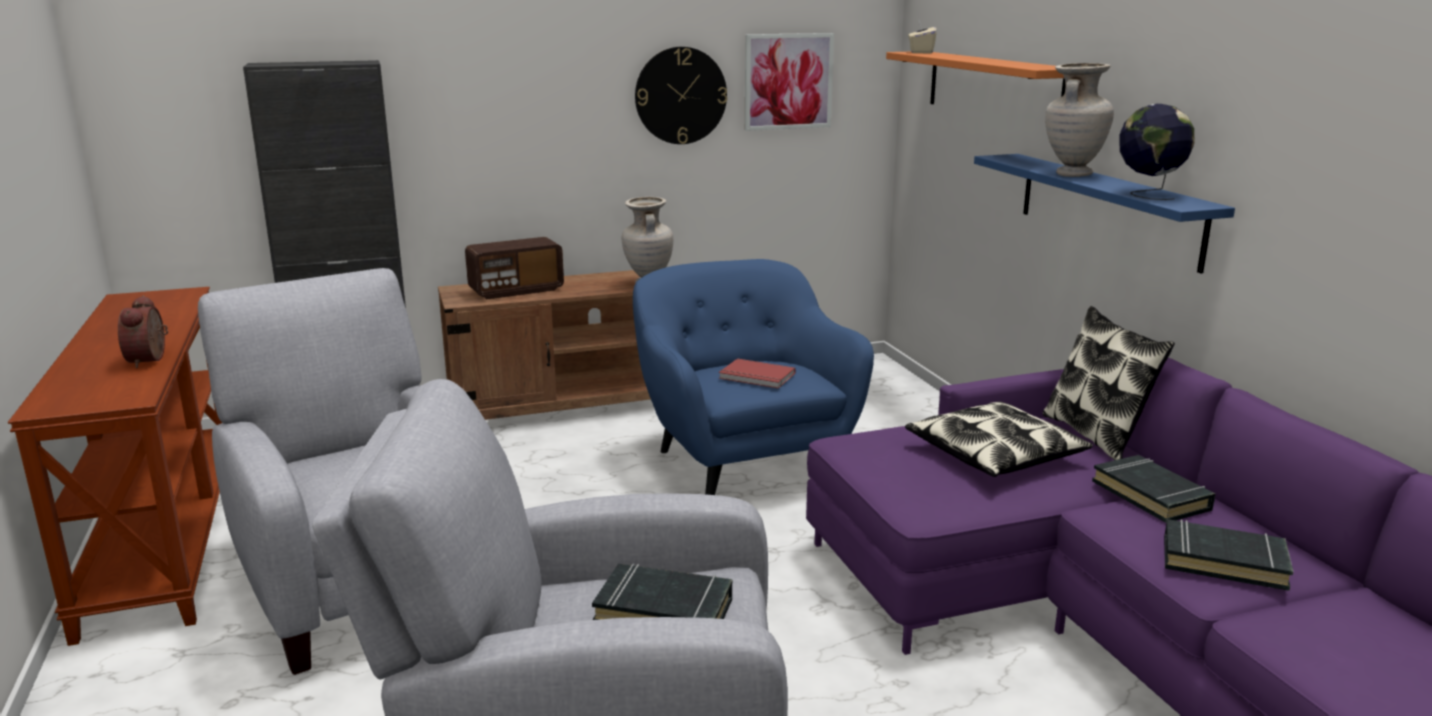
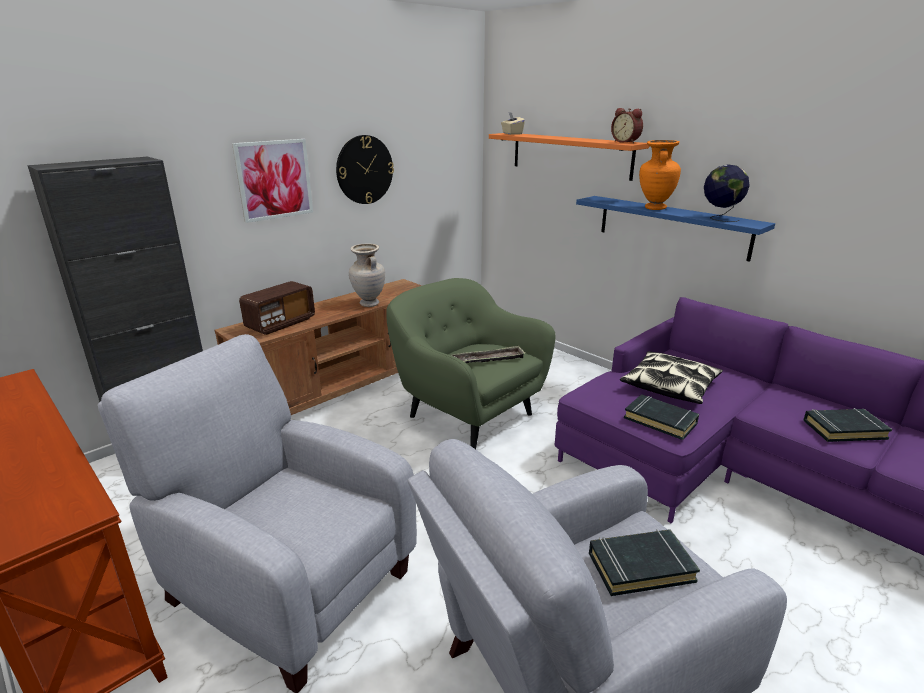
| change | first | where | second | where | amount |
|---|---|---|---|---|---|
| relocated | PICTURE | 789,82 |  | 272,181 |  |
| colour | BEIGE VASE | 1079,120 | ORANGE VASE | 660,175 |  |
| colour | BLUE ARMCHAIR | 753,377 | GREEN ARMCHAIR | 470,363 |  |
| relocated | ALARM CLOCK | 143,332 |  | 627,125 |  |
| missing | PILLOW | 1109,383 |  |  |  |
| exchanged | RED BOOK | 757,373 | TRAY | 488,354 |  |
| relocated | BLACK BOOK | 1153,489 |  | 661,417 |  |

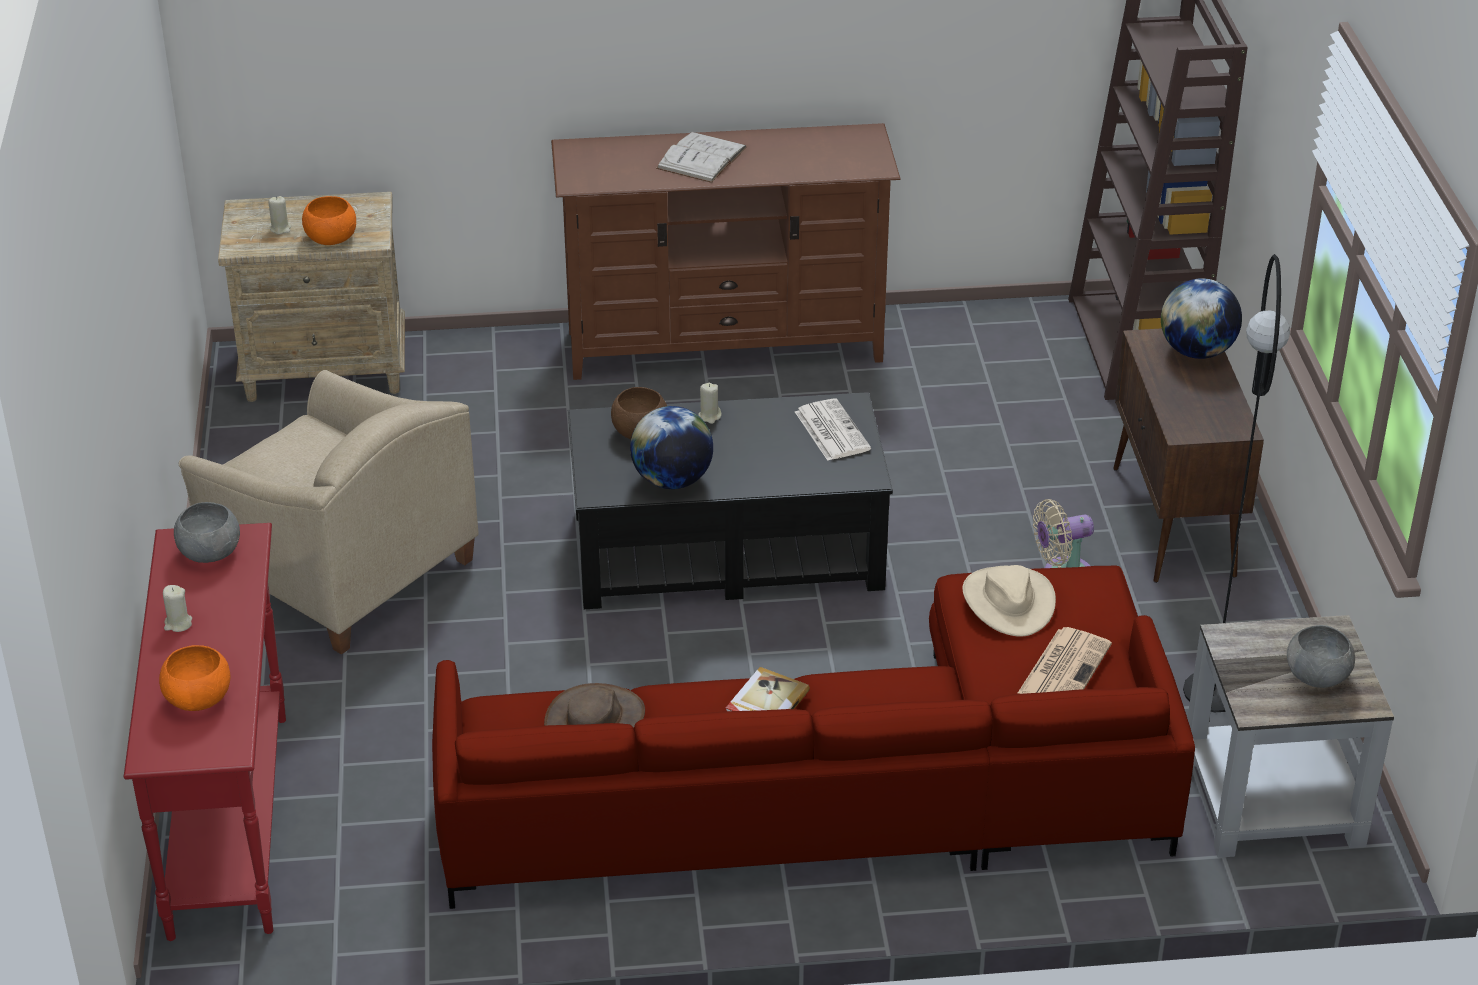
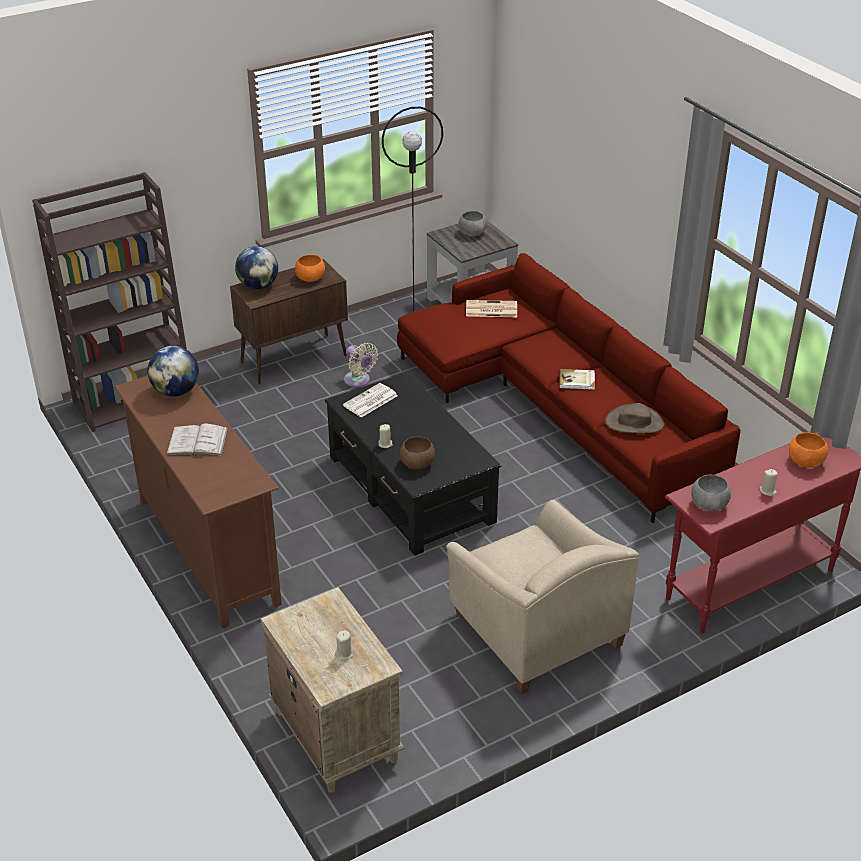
| change | first | where | second | where | amount |
|---|---|---|---|---|---|
| relocated | ORANGE BOWL | 329,220 |  | 310,268 |  |
| spun | BEIGE ARMCHAIR | 329,512 |  | 542,597 | 135 degrees clockwise |
| relocated | GLOBE | 671,447 |  | 173,371 |  |
| missing | BEIGE HAT | 1009,601 |  |  |  |

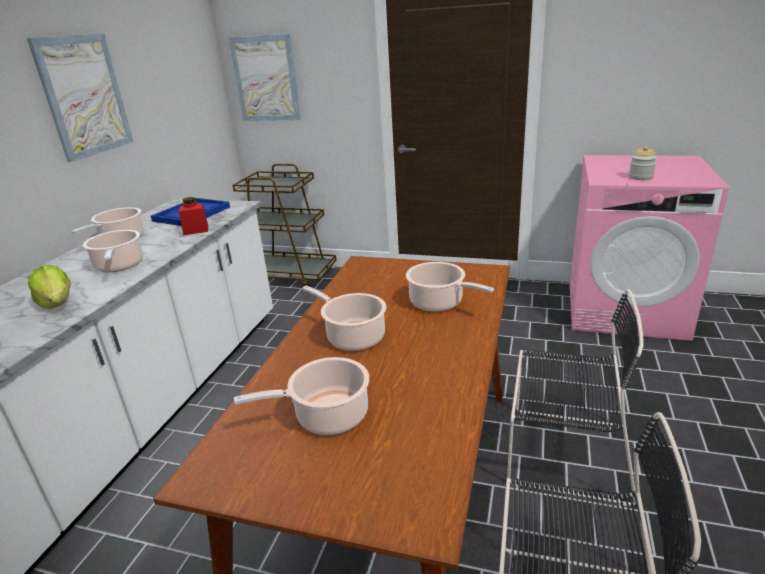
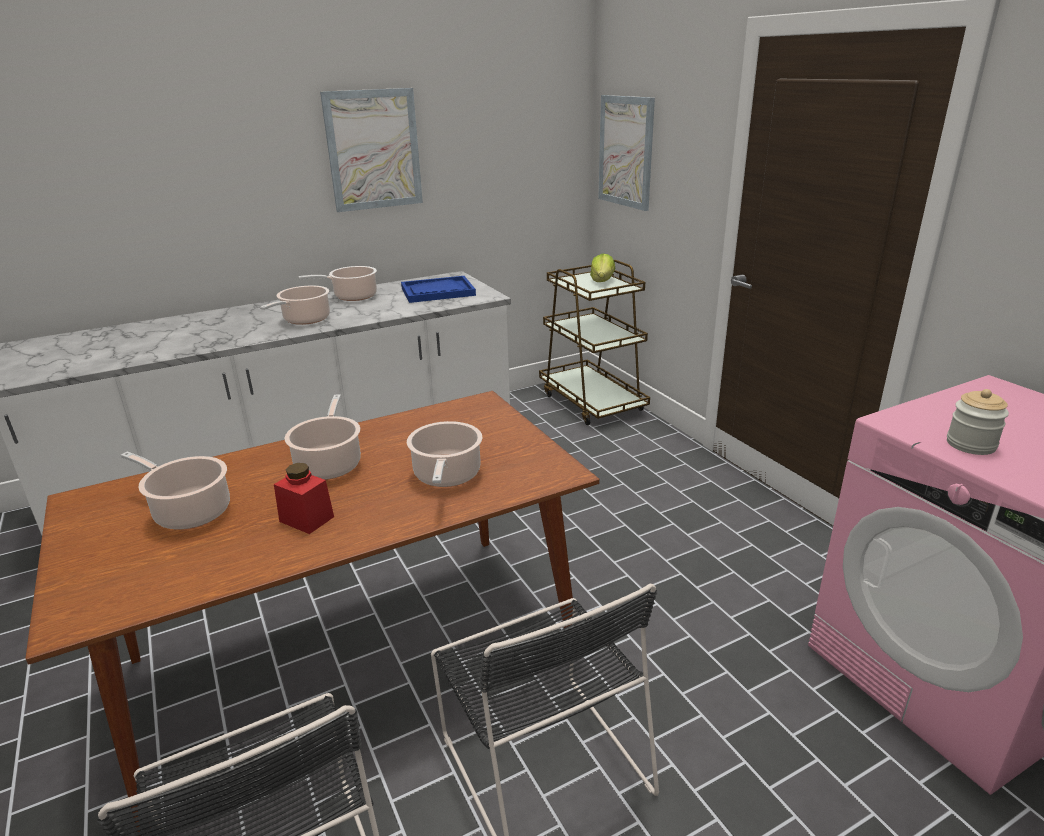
| change | first | where | second | where | amount |
|---|---|---|---|---|---|
| relocated | RED JAR | 193,216 |  | 304,498 |  |
| relocated | LETTUCE | 49,287 |  | 602,268 |  |

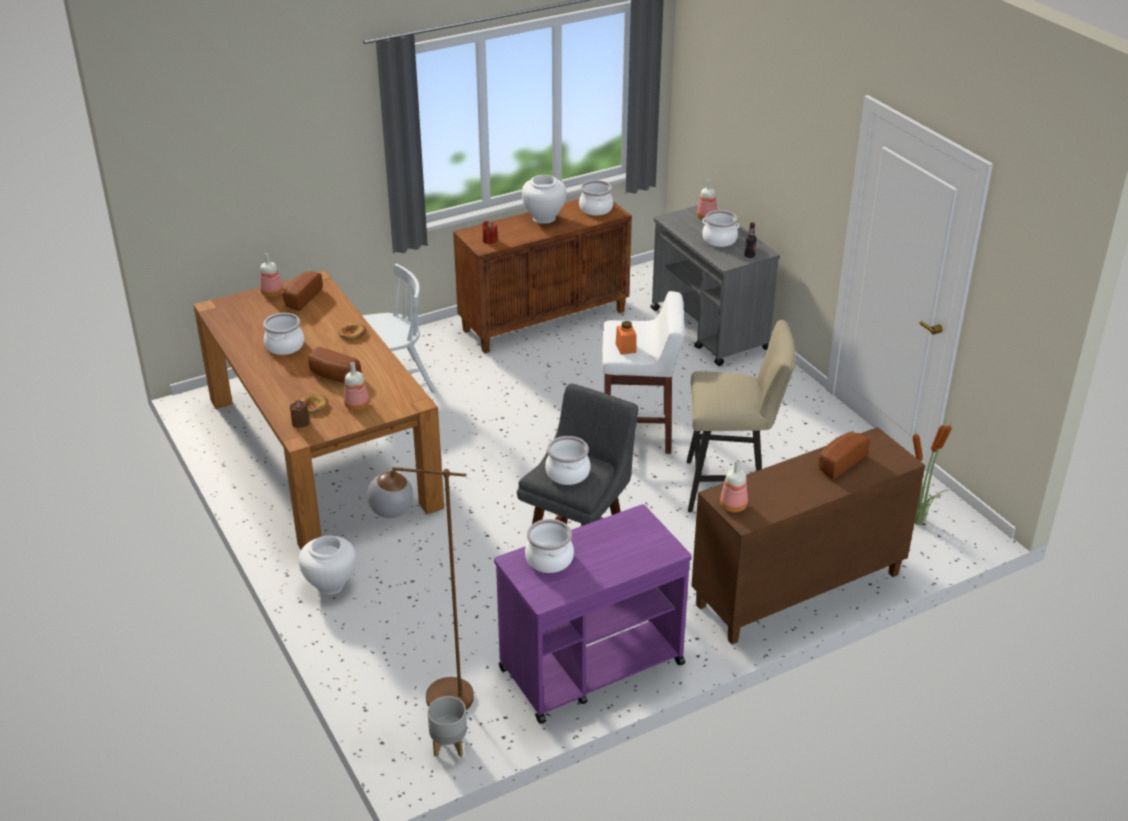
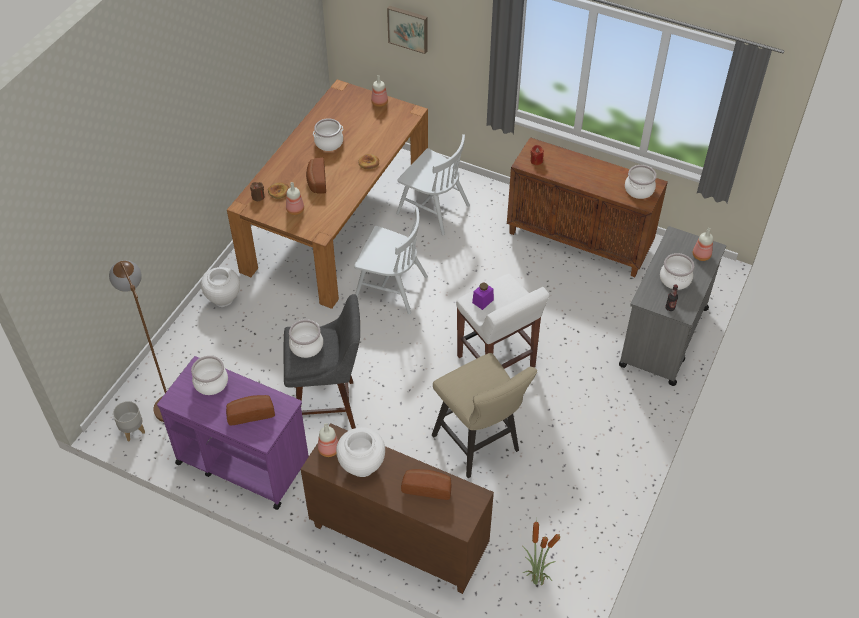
| change | first | where | second | where | amount |
|---|---|---|---|---|---|
| relocated | WHITE VASE | 544,199 |  | 360,452 |  |
| relocated | BREAD | 303,291 |  | 250,410 |  |
| colour | ORANGE JAR | 626,338 | PURPLE JAR | 483,296 |  |
| appeared |  |  | PICTURE | 407,29 |  |
| appeared |  |  | WHITE CHAIR | 391,260 |  |

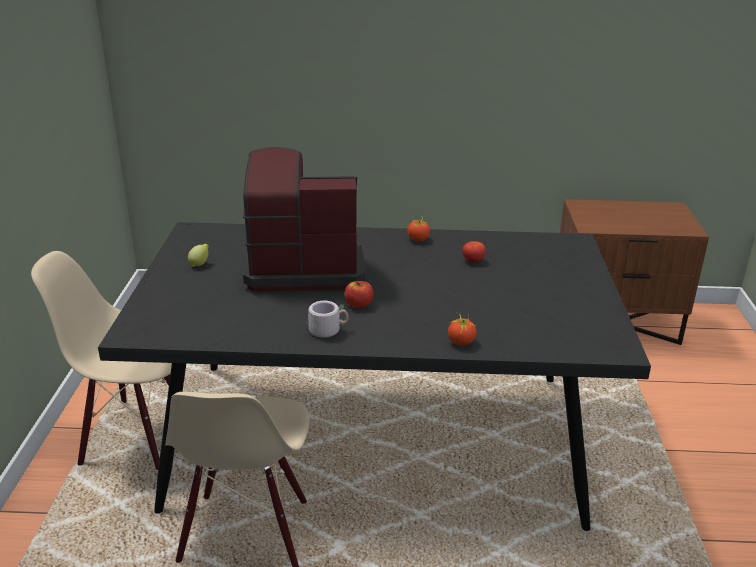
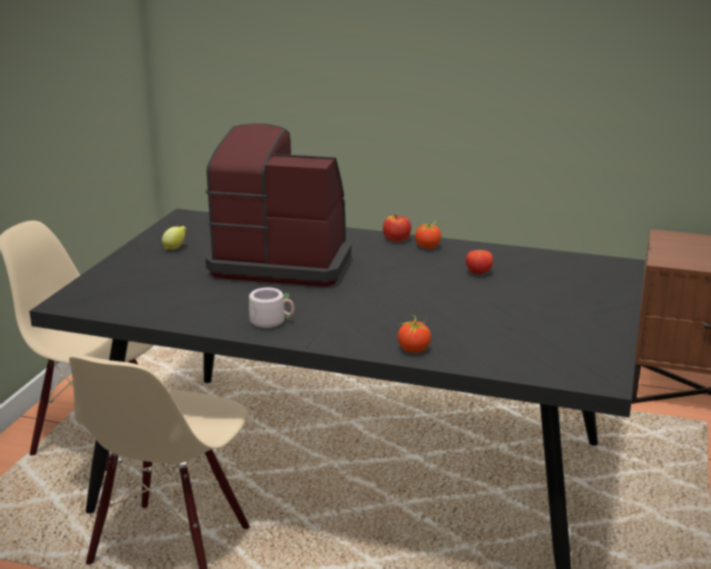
| change | first | where | second | where | amount |
|---|---|---|---|---|---|
| relocated | APPLE | 359,294 |  | 397,228 |  |

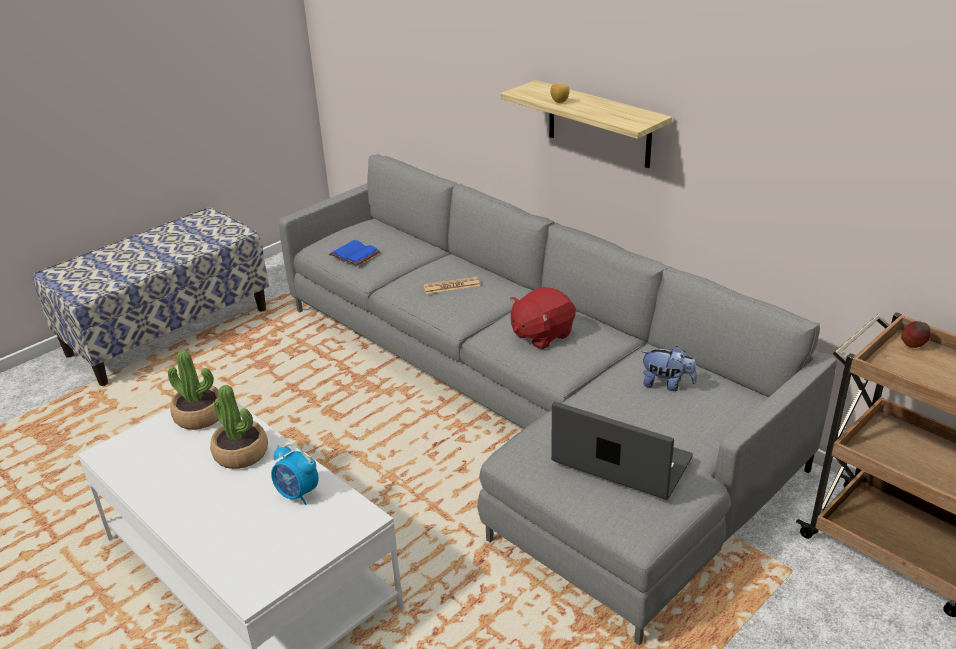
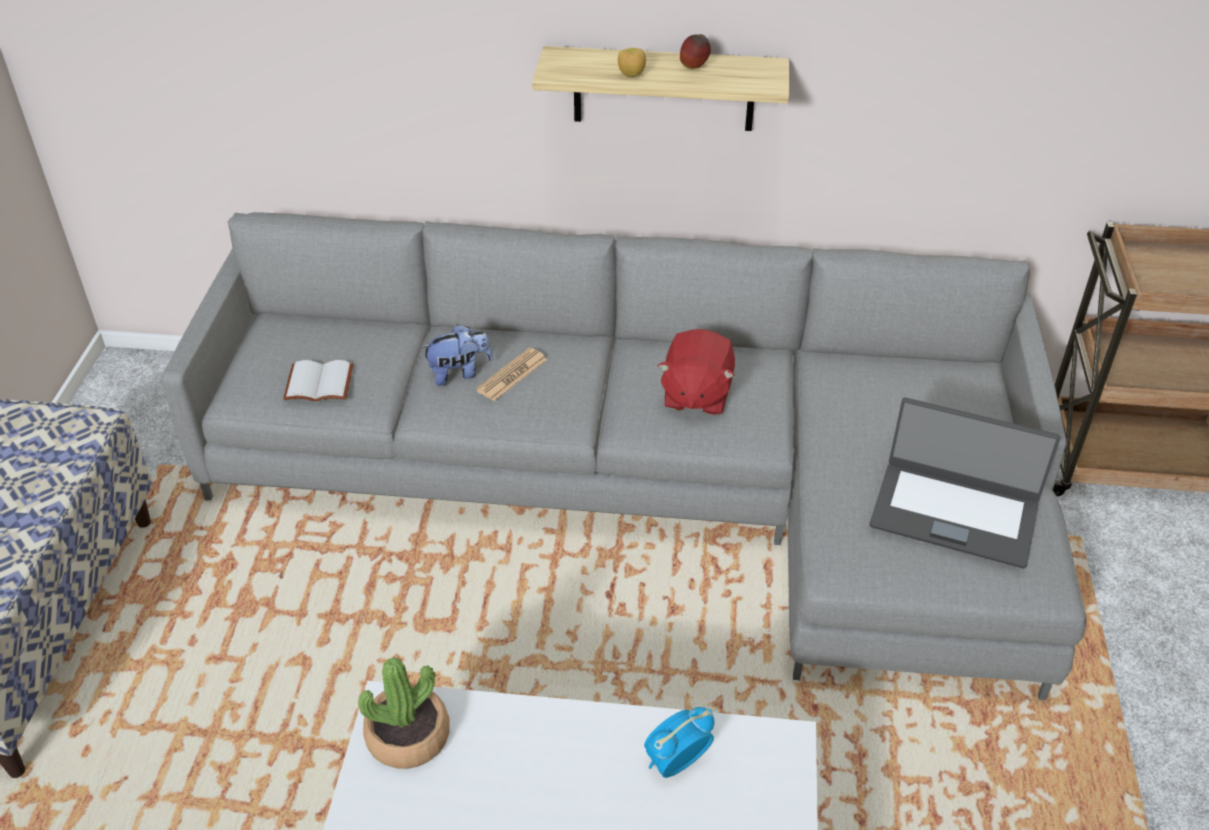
| change | first | where | second | where | amount |
|---|---|---|---|---|---|
| colour | BLUE BOOK | 354,253 | WHITE BOOK | 318,380 |  |
| relocated | APPLE | 916,334 |  | 695,51 |  |
| relocated | PLUSH TOY | 669,368 |  | 457,355 |  |
| missing | POTTED PLANT | 239,427 |  |  |  |
| spun | LAPTOP | 622,451 |  | 964,483 | 150 degrees counterclockwise |
| spun | ALARM CLOCK | 295,474 |  | 679,742 | 150 degrees clockwise |

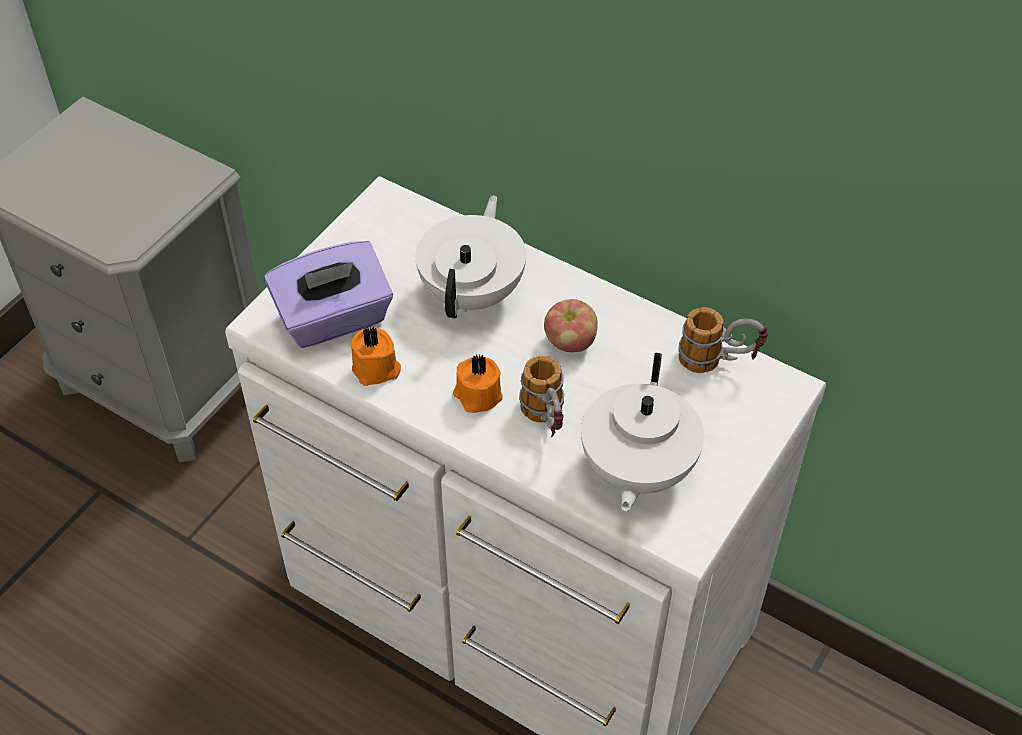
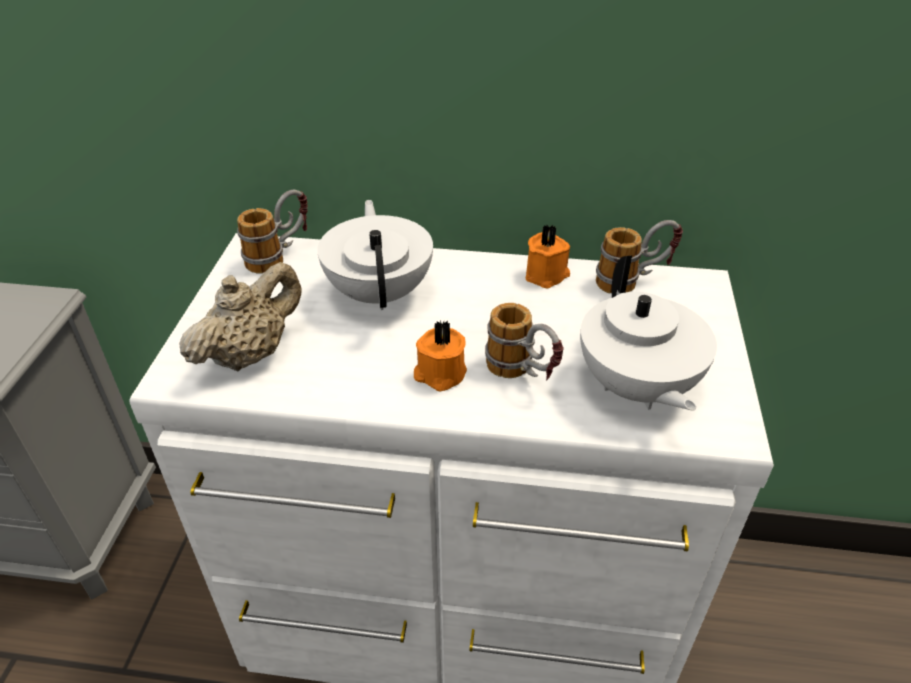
| change | first | where | second | where | amount |
|---|---|---|---|---|---|
| exchanged | PURPLE TISSUE BOX | 328,294 | BEIGE TEAPOT | 240,316 |  |
| missing | APPLE | 571,325 |  |  |  |
| relocated | ORANGE CANDLE | 375,356 |  | 548,257 |  |
| appeared |  |  | MUG | 272,232 |  |

